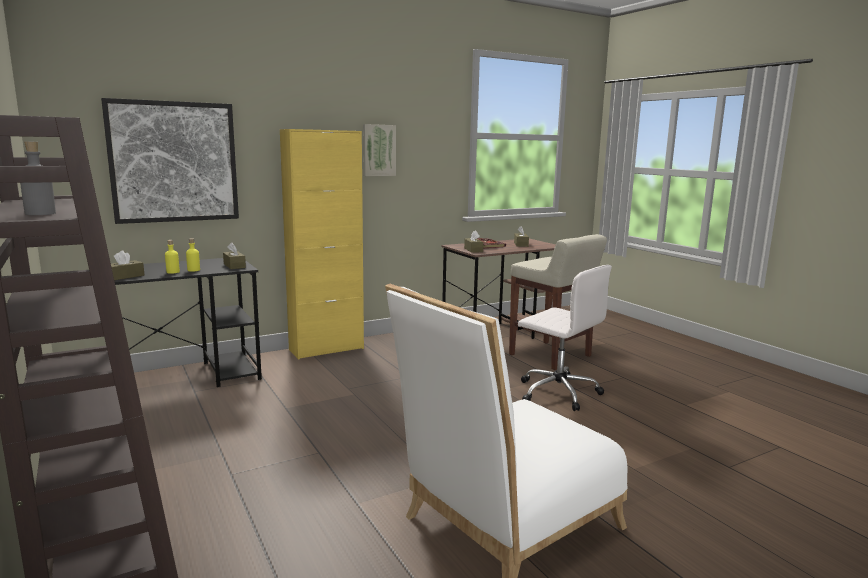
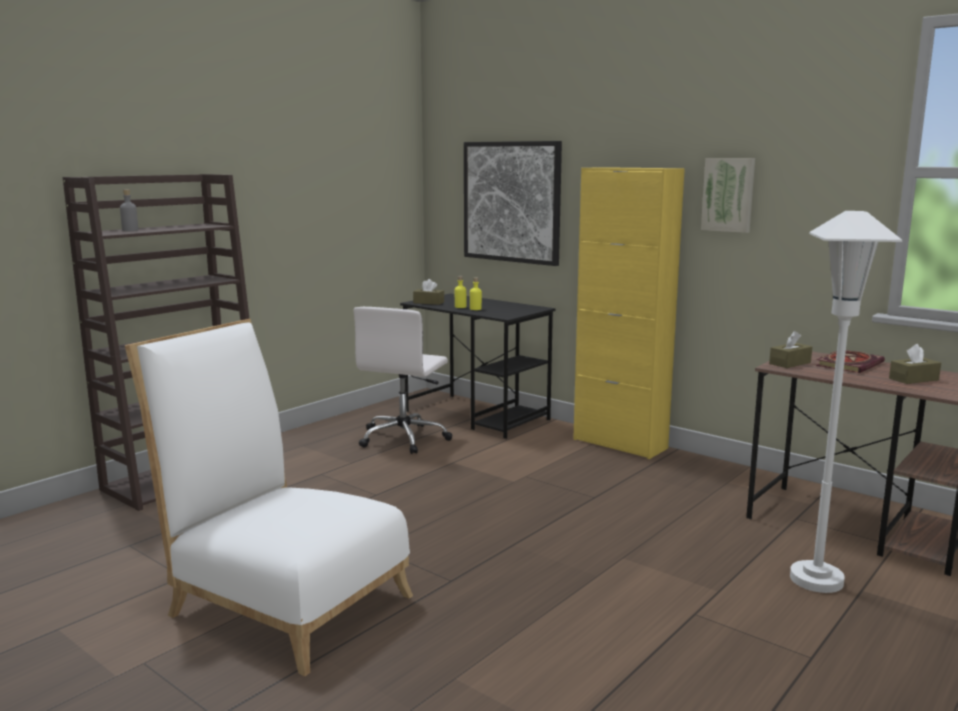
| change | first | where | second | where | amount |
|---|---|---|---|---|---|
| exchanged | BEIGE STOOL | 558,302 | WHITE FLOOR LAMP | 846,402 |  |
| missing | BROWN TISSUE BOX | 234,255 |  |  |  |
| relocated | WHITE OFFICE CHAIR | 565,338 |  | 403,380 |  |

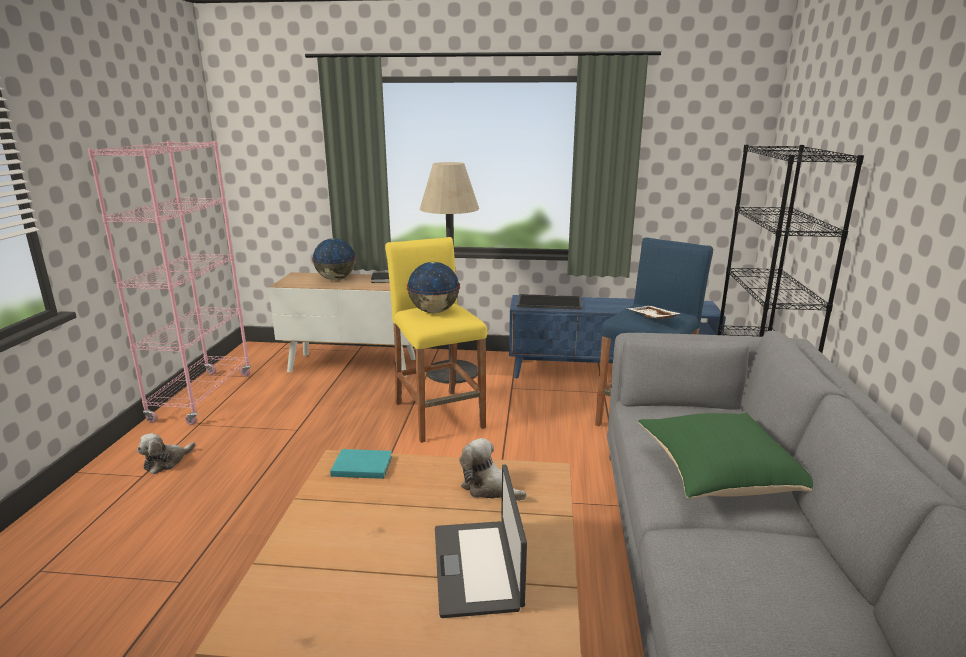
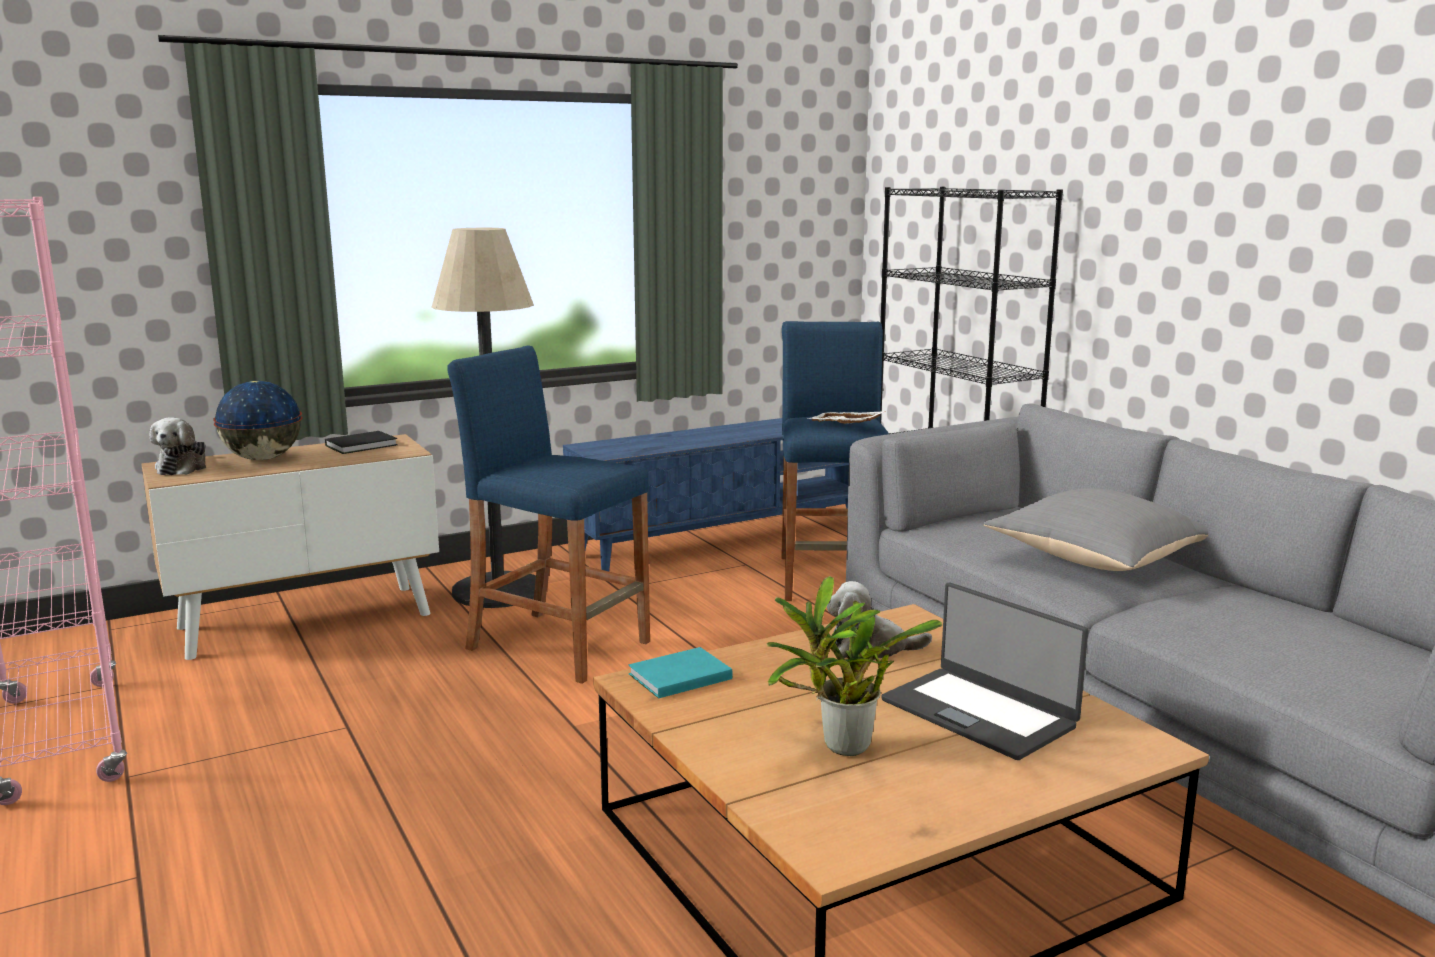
| change | first | where | second | where | amount |
|---|---|---|---|---|---|
| colour | YELLOW STOOL | 436,340 | BLUE STOOL | 548,515 |  |
| missing | GLOBE | 433,287 |  |  |  |
| missing | TRAY | 549,302 |  |  |  |
| colour | GREEN PILLOW | 725,455 | GREY PILLOW | 1095,529 |  |
| relocated | PLUSH TOY | 166,453 |  | 178,446 |  |
| appeared |  |  | POTTED PLANT | 854,666 |  |

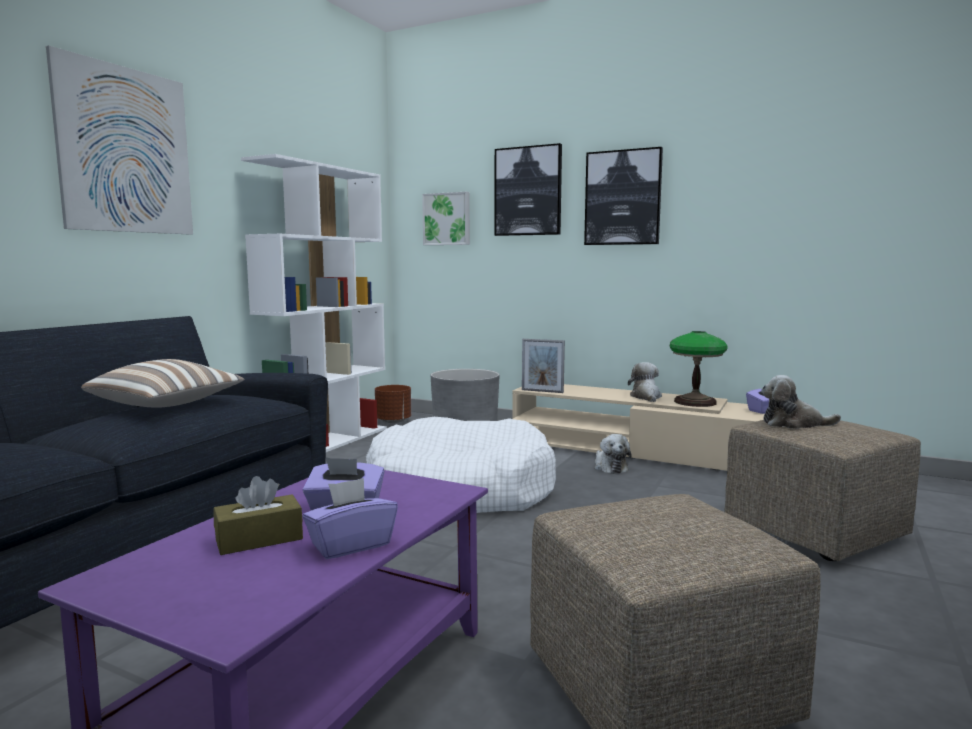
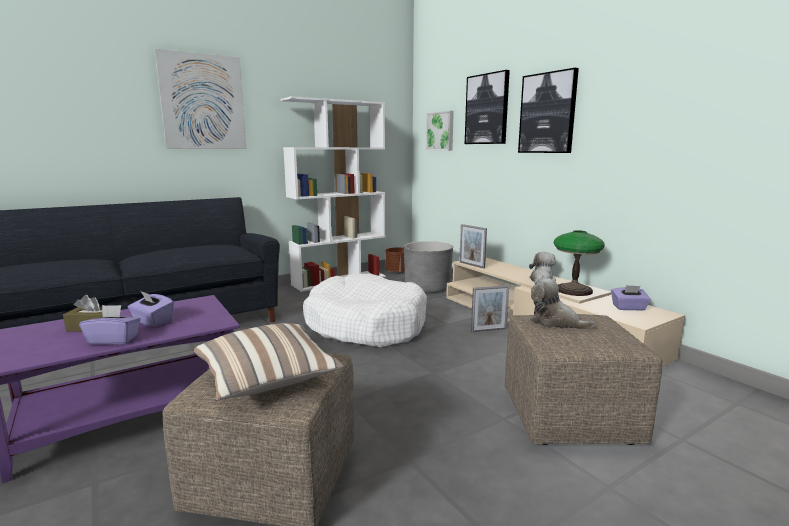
| change | first | where | second | where | amount |
|---|---|---|---|---|---|
| relocated | PILLOW | 162,383 |  | 269,361 |  |
| exchanged | PLUSH TOY | 613,454 | PICTURE FRAME | 490,308 |  |

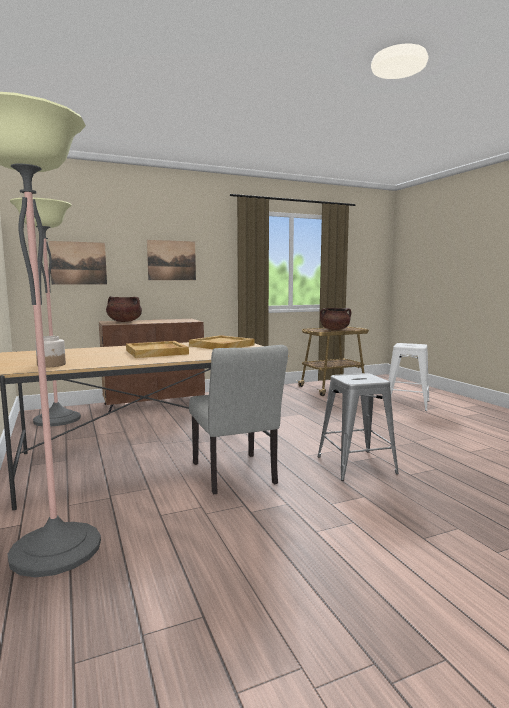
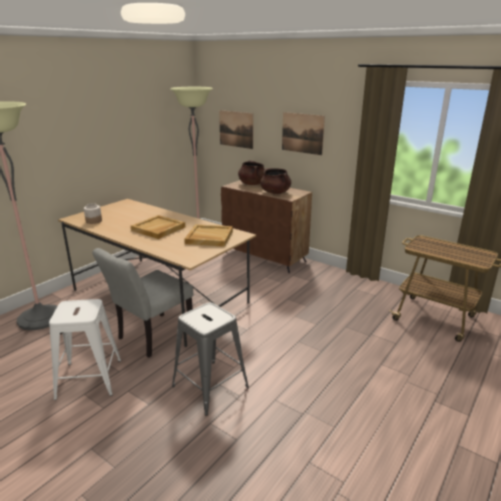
| change | first | where | second | where | amount |
|---|---|---|---|---|---|
| relocated | BROWN COOKING POT | 335,319 |  | 275,181 |  |
| relocated | WHITE STOOL | 408,377 |  | 85,349 |  |

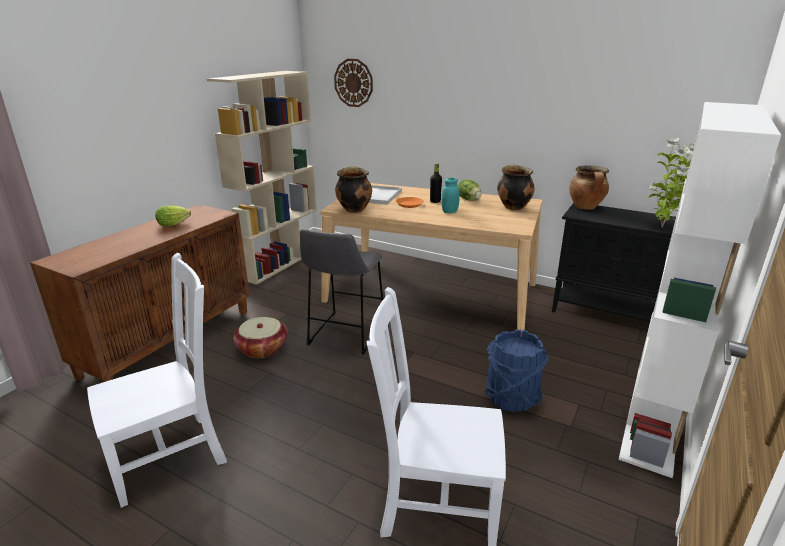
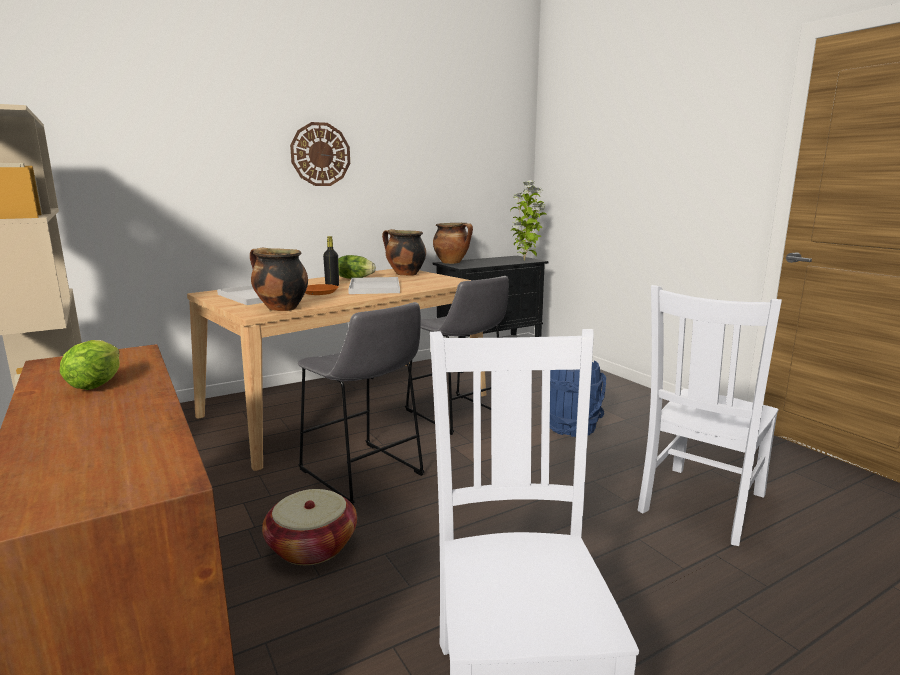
| change | first | where | second | where | amount |
|---|---|---|---|---|---|
| relocated | WALL CLOCK | 353,83 |  | 320,154 |  |
| missing | WHITE BOOKCASE | 699,290 |  |  |  |
| exchanged | TURQUOISE JAR | 450,195 | WHITE TRAY | 374,285 |  |
| appeared |  |  | GREY STOOL | 457,355 |  |

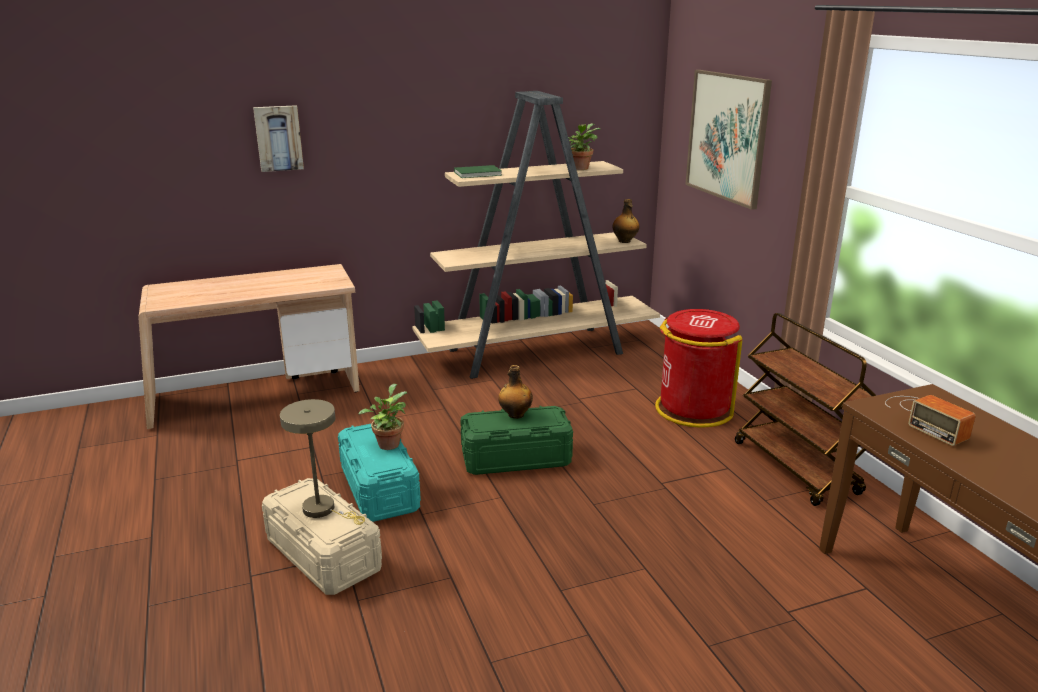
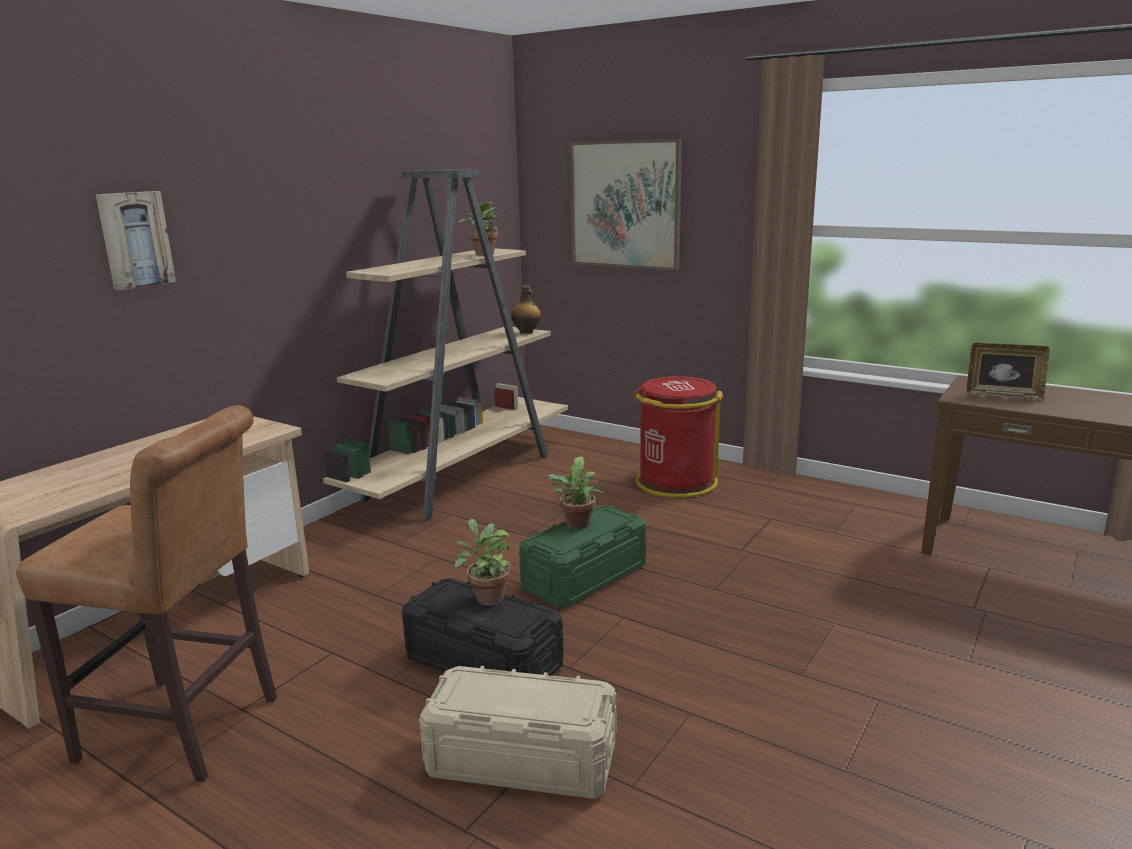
| change | first | where | second | where | amount |
|---|---|---|---|---|---|
| missing | GREEN BOOK | 478,171 |  |  |  |
| missing | BROWN CART | 806,409 |  |  |  |
| exchanged | BOTTLE | 515,392 | POTTED PLANT | 575,492 |  |
| exchanged | RADIO | 930,420 | PICTURE FRAME | 1008,371 |  |
| missing | BEIGE TABLE LAMP | 322,462 |  |  |  |
| colour | TURQUOISE STORAGE BOX | 379,473 | BLACK STORAGE BOX | 483,627 |  |
| appeared |  |  | BROWN STOOL | 146,593 |  |

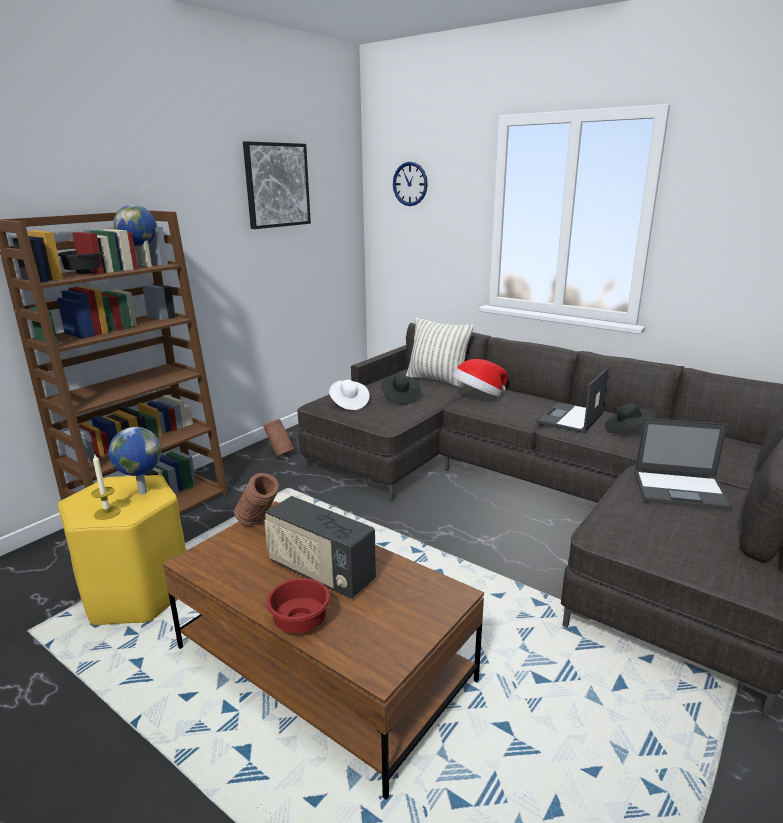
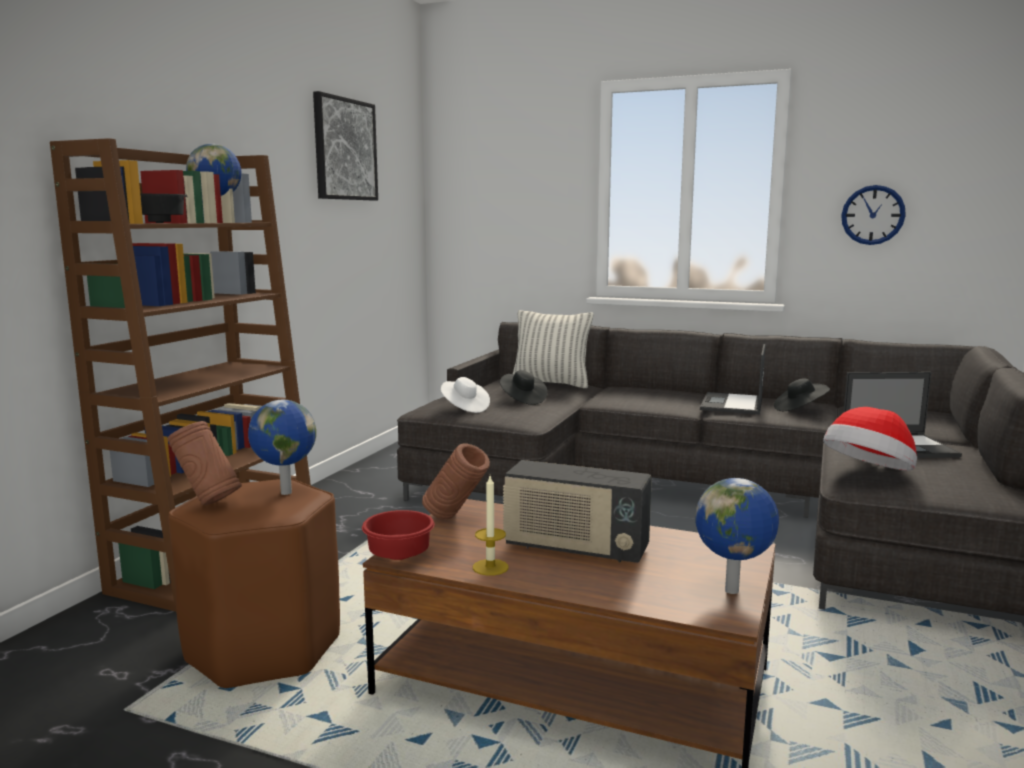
| change | first | where | second | where | amount |
|---|---|---|---|---|---|
| relocated | WALL CLOCK | 410,184 |  | 873,215 |  |
| relocated | HAT | 480,378 |  | 870,439 |  |
| relocated | BROWN VASE | 278,438 |  | 204,463 |  |
| relocated | CANDLE | 106,486 |  | 491,526 |  |
| colour | YELLOW STOOL | 122,550 | BROWN STOOL | 254,584 |  |
| relocated | RED BOWL | 298,605 |  | 398,535 |  |
| appeared |  |  | GLOBE | 737,536 |  |

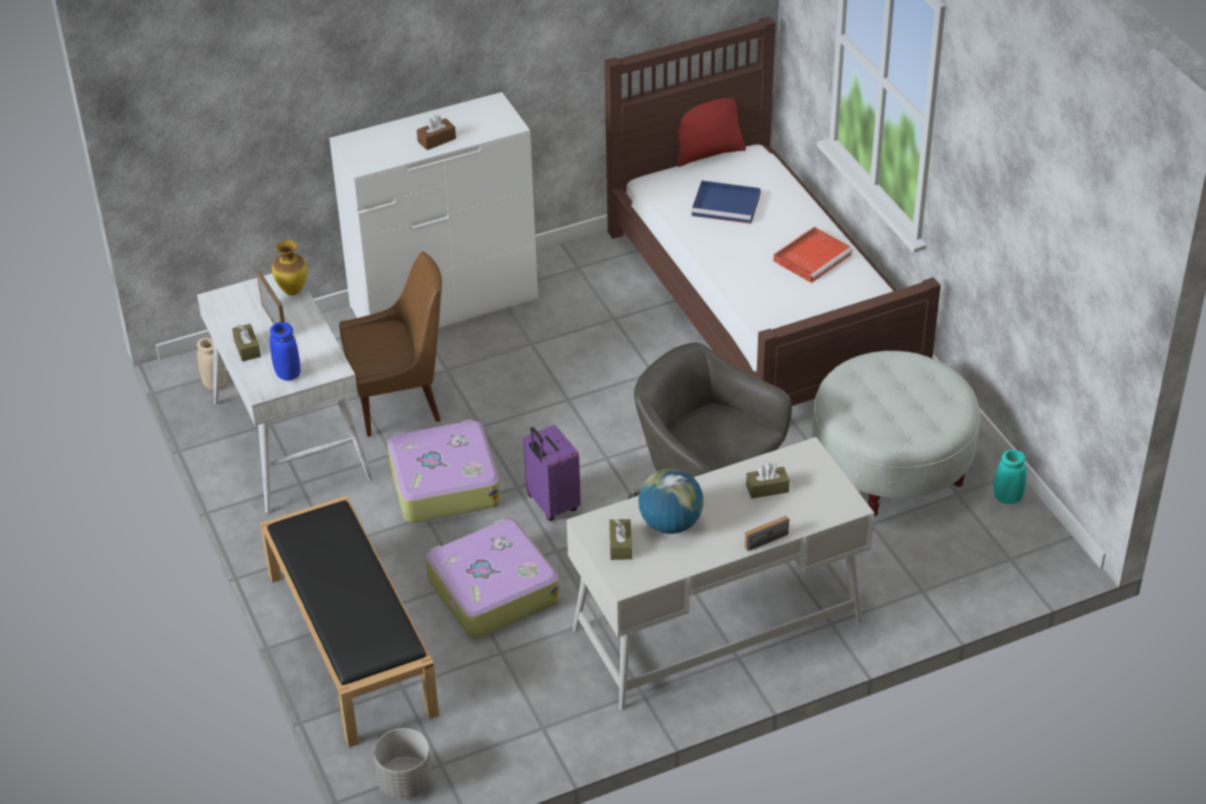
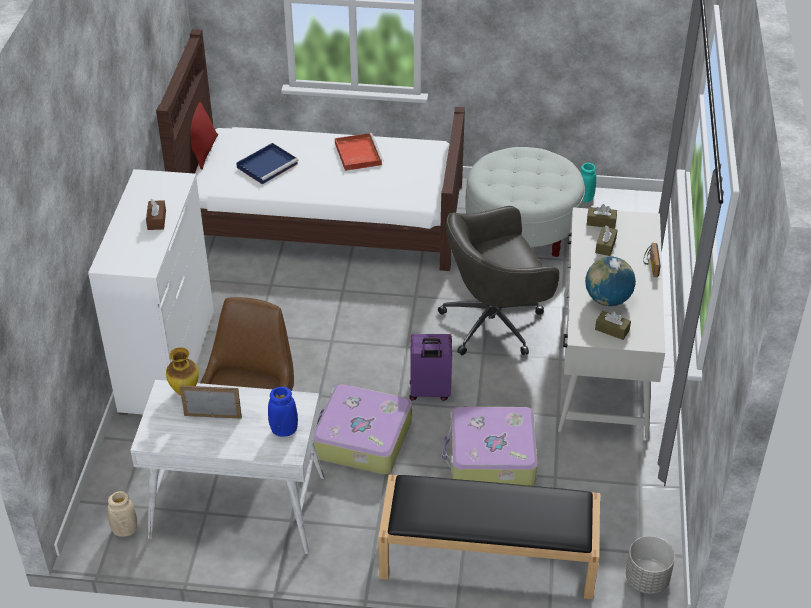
| change | first | where | second | where | amount |
|---|---|---|---|---|---|
| relocated | BROWN TISSUE BOX | 246,343 |  | 602,216 |  |

